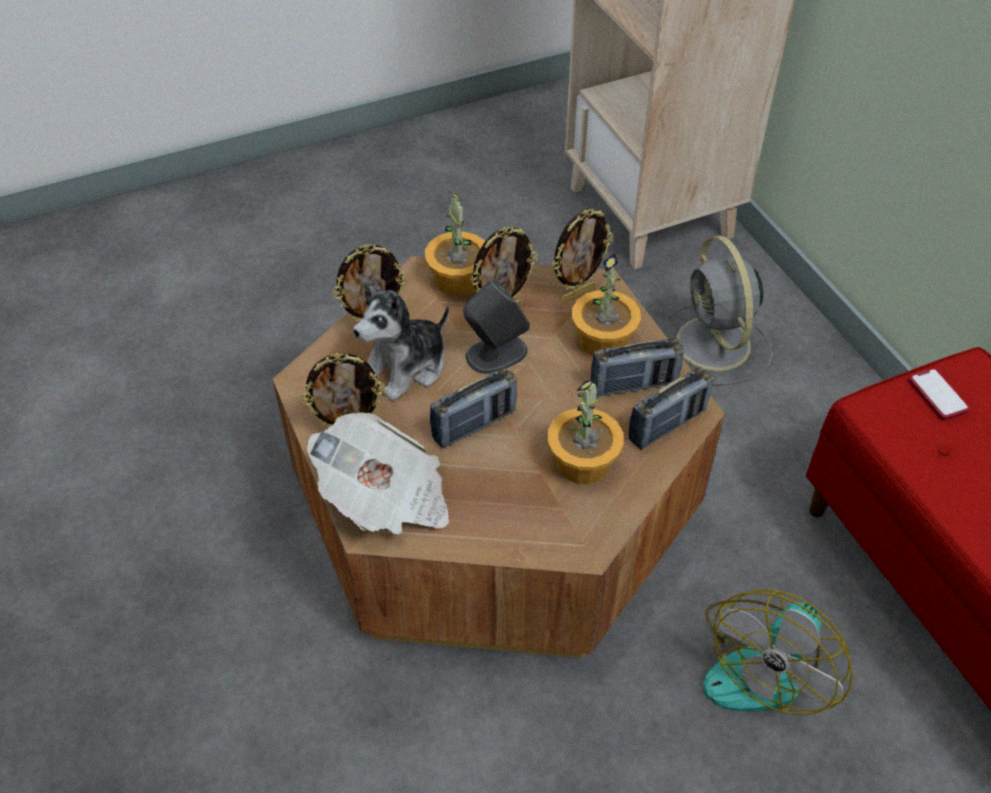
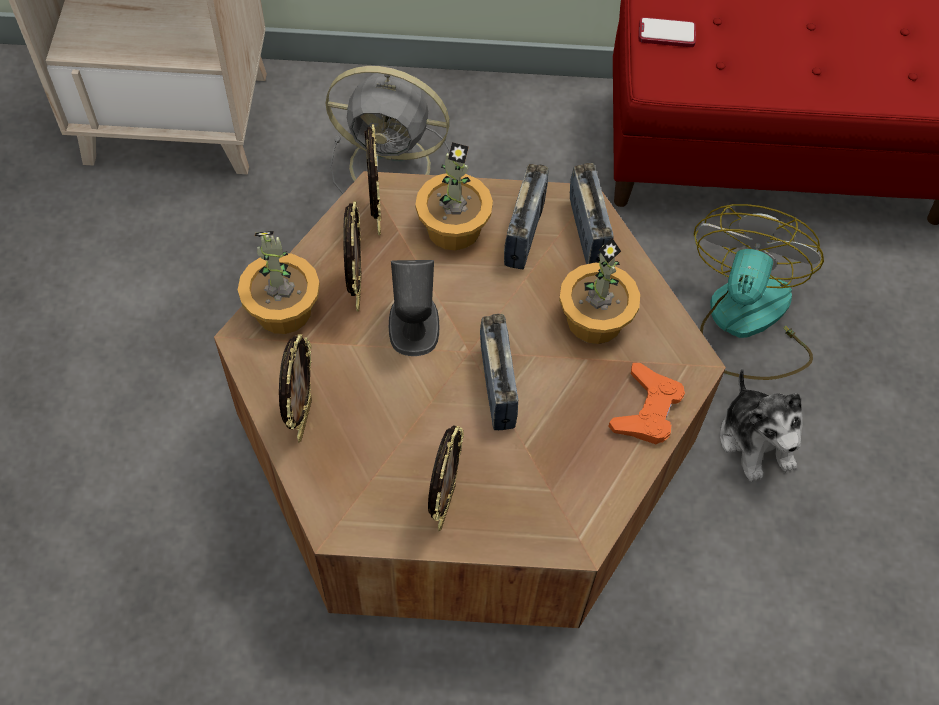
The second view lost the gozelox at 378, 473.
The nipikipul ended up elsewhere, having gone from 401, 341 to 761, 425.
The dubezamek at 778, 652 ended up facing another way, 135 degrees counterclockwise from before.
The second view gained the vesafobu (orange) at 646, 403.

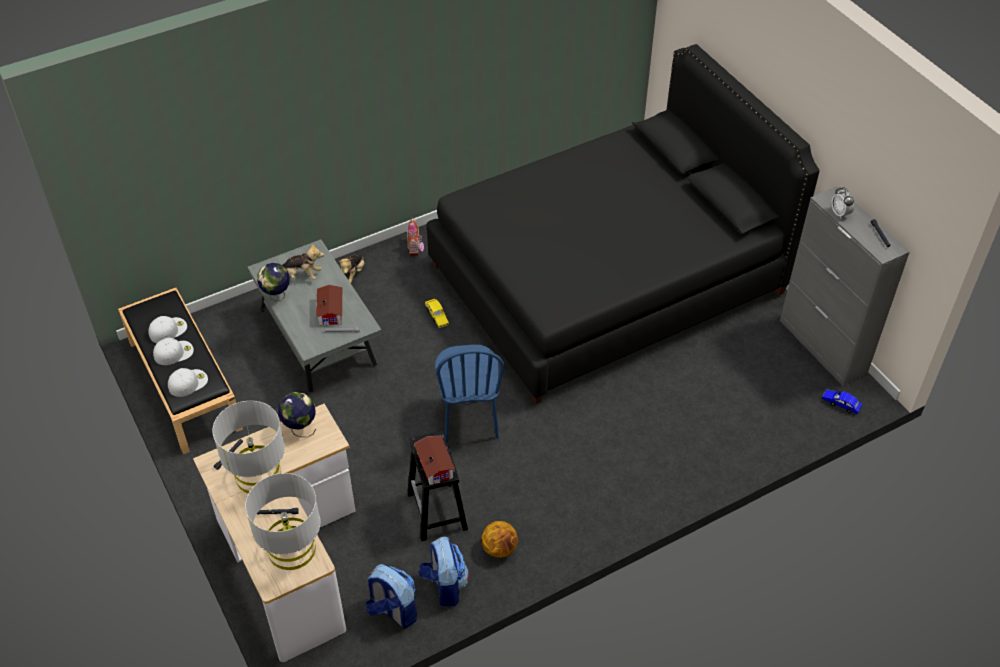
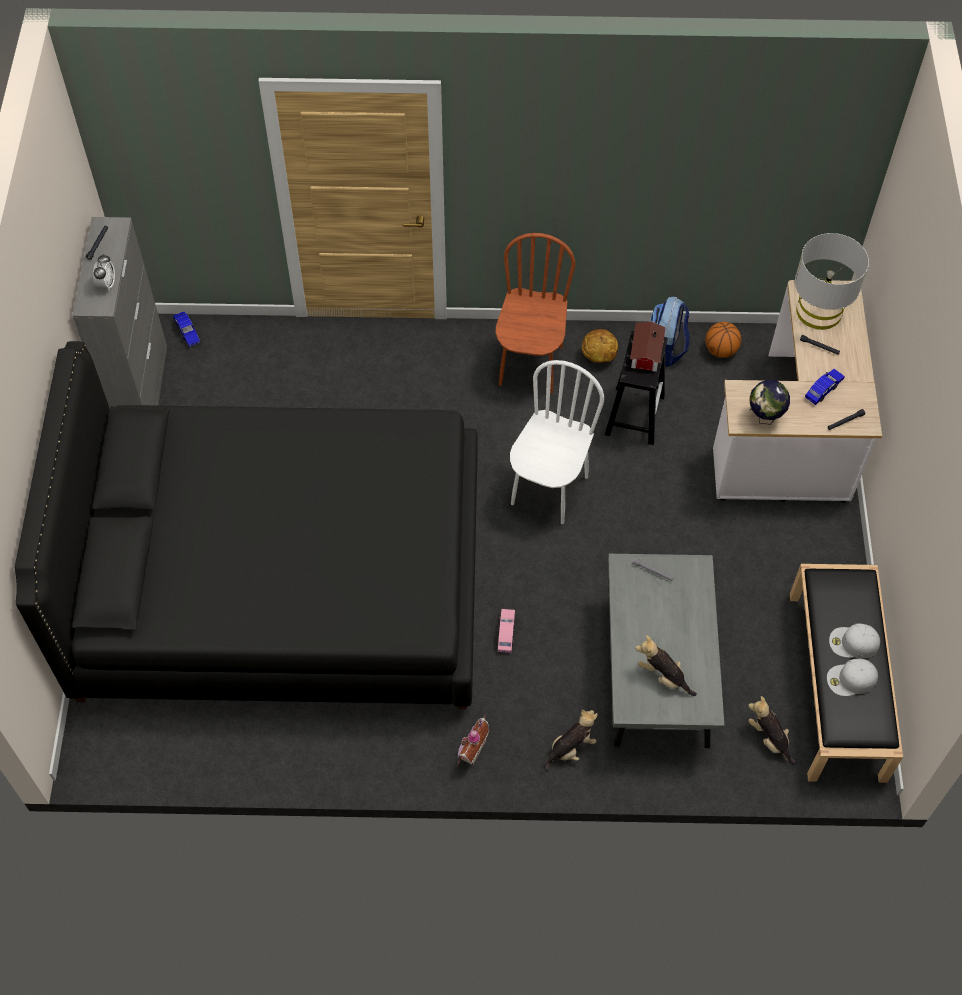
The second view lost the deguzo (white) at 188, 382.
Where the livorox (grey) stood at 248, 447, the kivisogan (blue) came to stand at 825, 387.
The second view lost the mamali at 273, 282.
The second view lost the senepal at 329, 305.
Where the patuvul stood at 391, 596, the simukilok came to stand at 723, 340.
What was the kivisogan (yellow) at 437, 313 turned into the kivisogan (pink) at 507, 631.
What was the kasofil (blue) at 470, 394 turned into the kasofil (white) at 557, 442.
The second view gained the kasofil (brown) at 535, 313.
The second view gained the nipikipul at 772, 731.

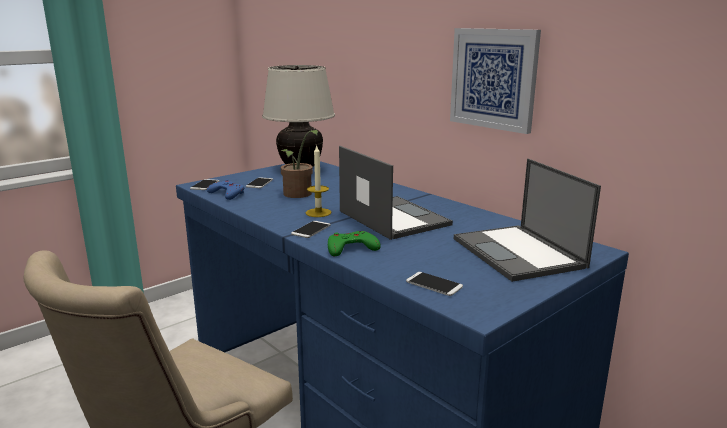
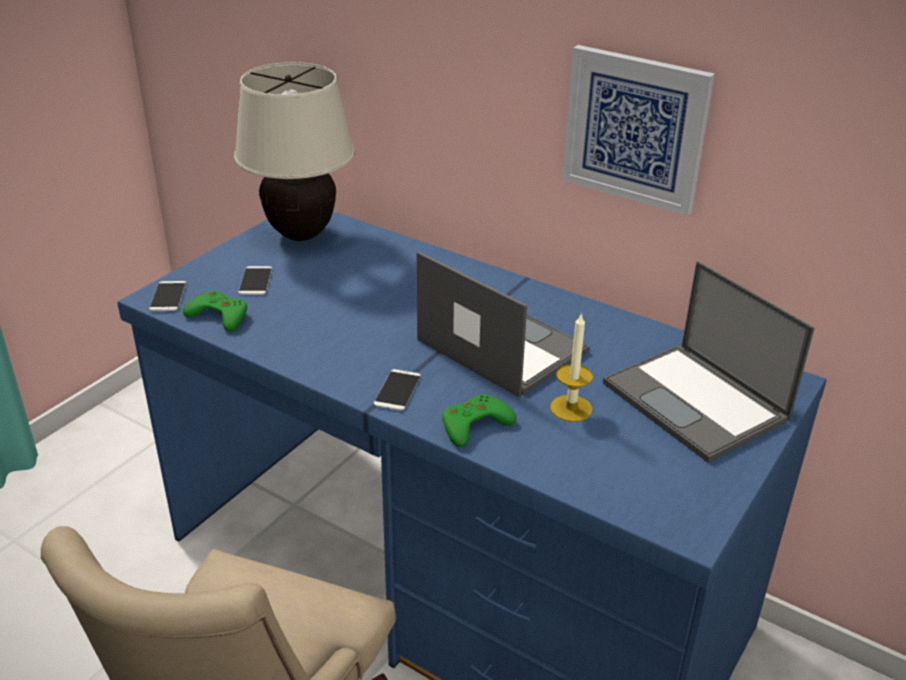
What was the vesafobu (blue) at 225, 189 turned into the vesafobu (green) at 215, 311.
The second view lost the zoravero at 299, 164.
The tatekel ended up elsewhere, having gone from 319, 180 to 571, 368.
The second view lost the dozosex at 434, 284.

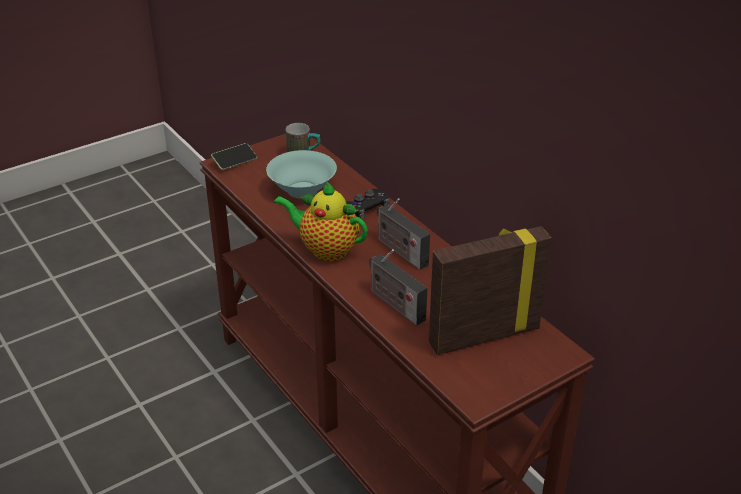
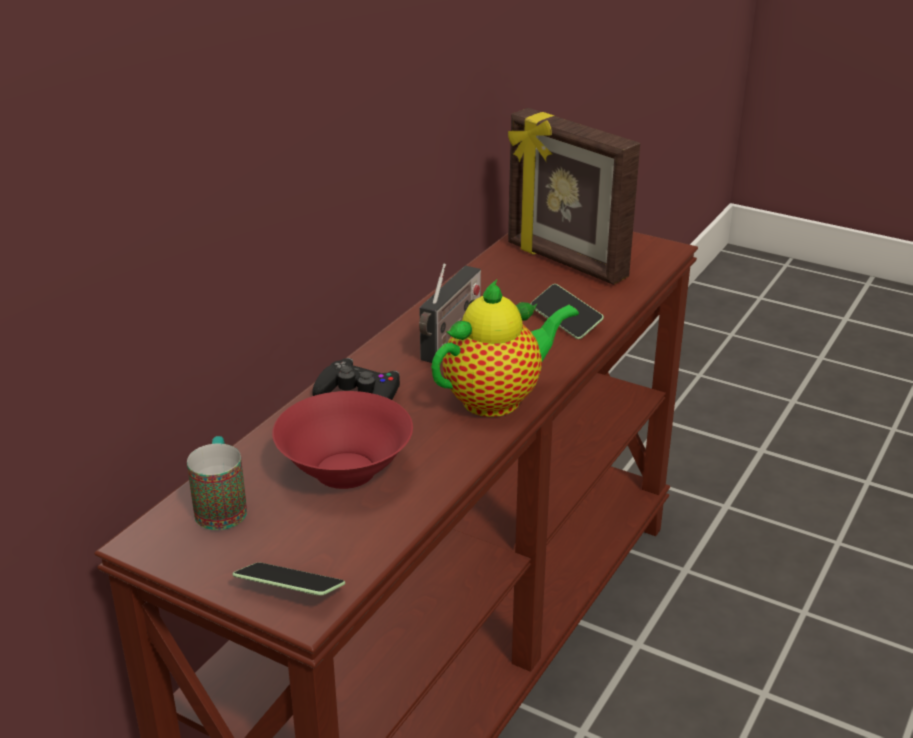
What was the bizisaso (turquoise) at 301, 174 turned into the bizisaso (red) at 342, 440.
The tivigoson at 320, 221 ended up facing another way, 120 degrees counterclockwise from before.
Where the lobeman stood at 398, 287, the dozosex came to stand at 567, 311.

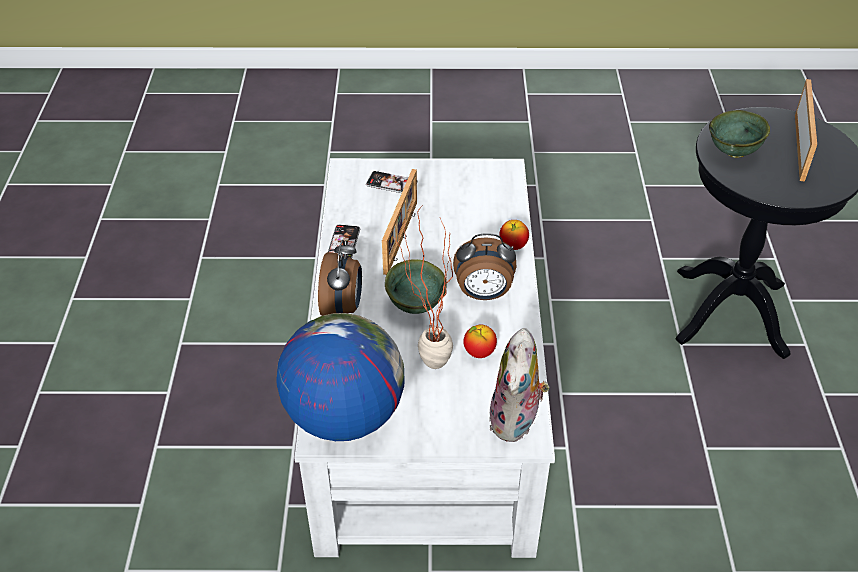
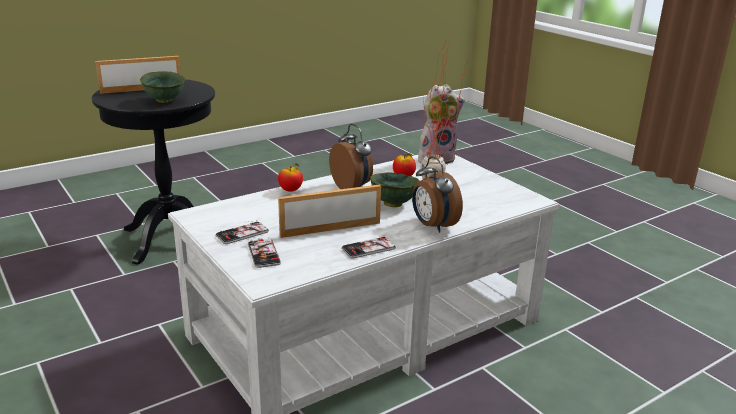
The second view lost the mamali at 340, 377.
The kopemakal at 340, 278 ended up facing another way, 90 degrees counterclockwise from before.
The second view gained the dozosex at 242, 232.

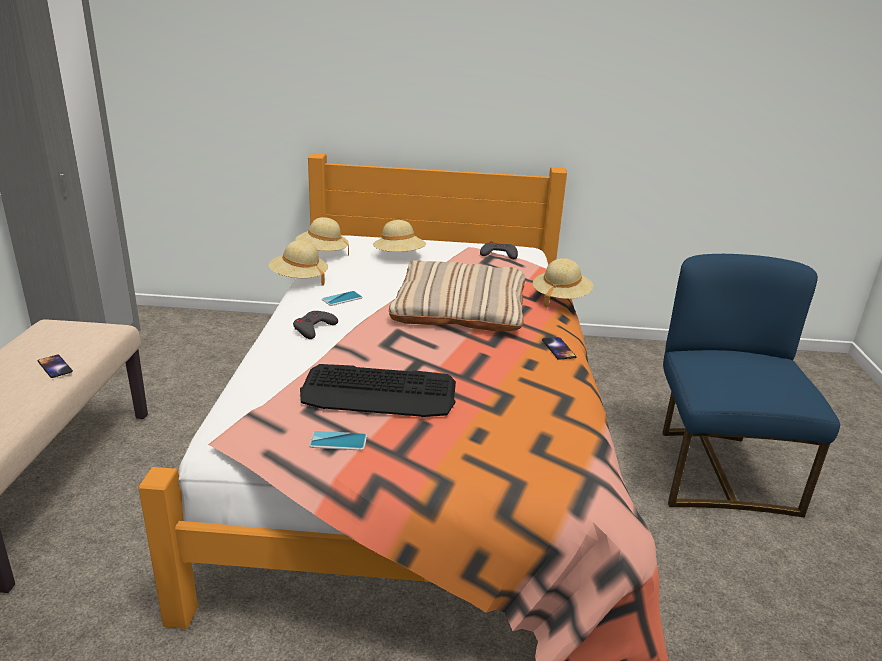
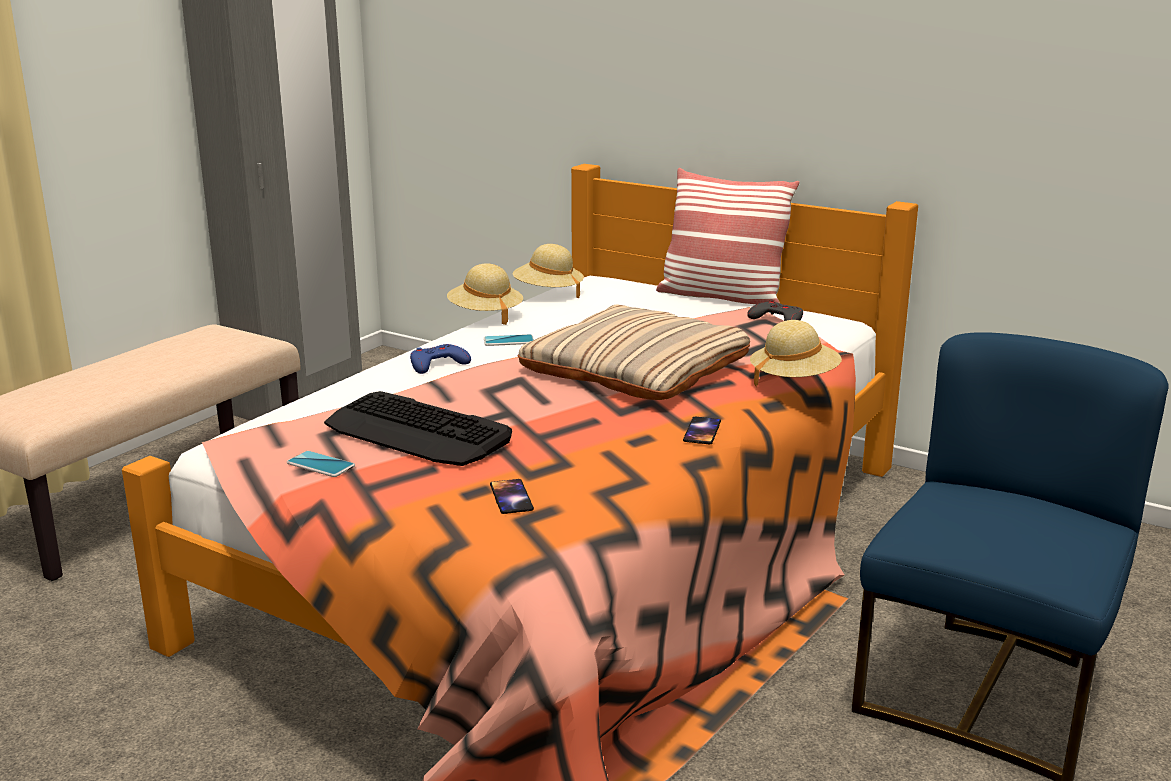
The dozosex ended up elsewhere, having gone from 55, 366 to 512, 496.
What was the vesafobu (grey) at 315, 325 turned into the vesafobu (blue) at 440, 359.
The second view lost the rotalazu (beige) at 399, 236.
The second view gained the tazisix at 727, 236.

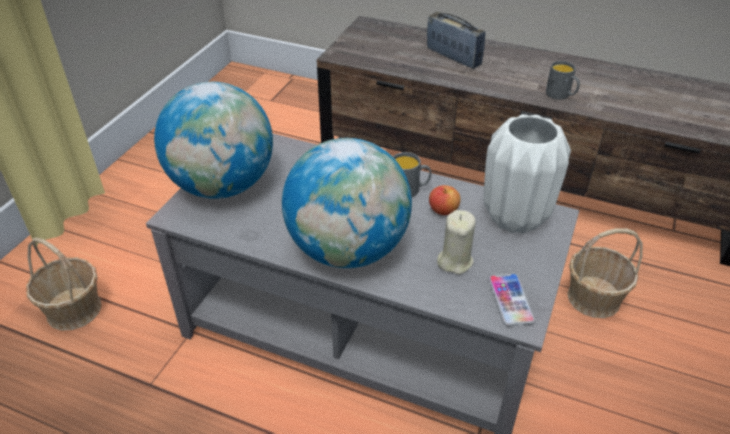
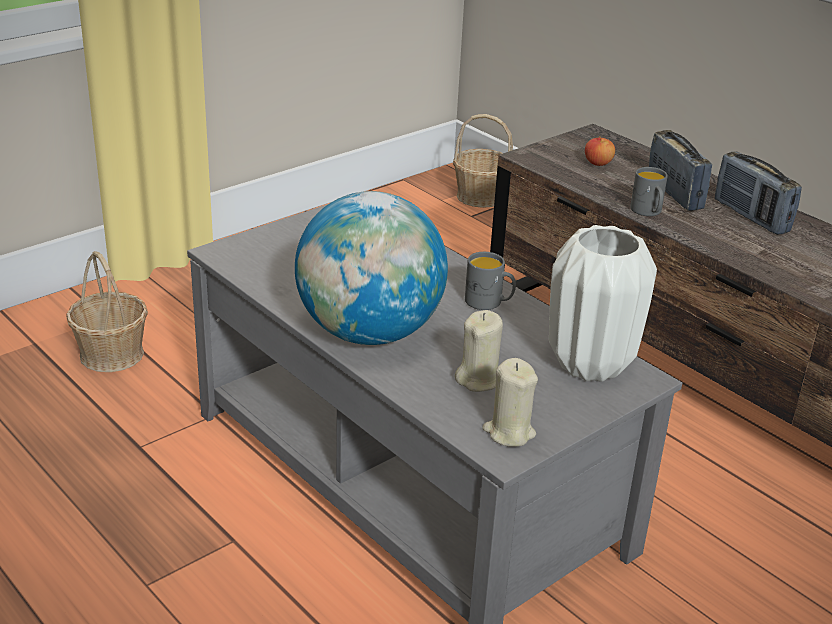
The second view lost the mamali at 213, 140.
The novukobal ended up elsewhere, having gone from 445, 200 to 600, 151.
Where the dozosex stood at 511, 299, the tatekel (beige) came to stand at 510, 402.
The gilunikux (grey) ended up elsewhere, having gone from 563, 80 to 649, 191.
The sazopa ended up elsewhere, having gone from 605, 273 to 483, 161.
The second view gained the lobeman at 758, 193.

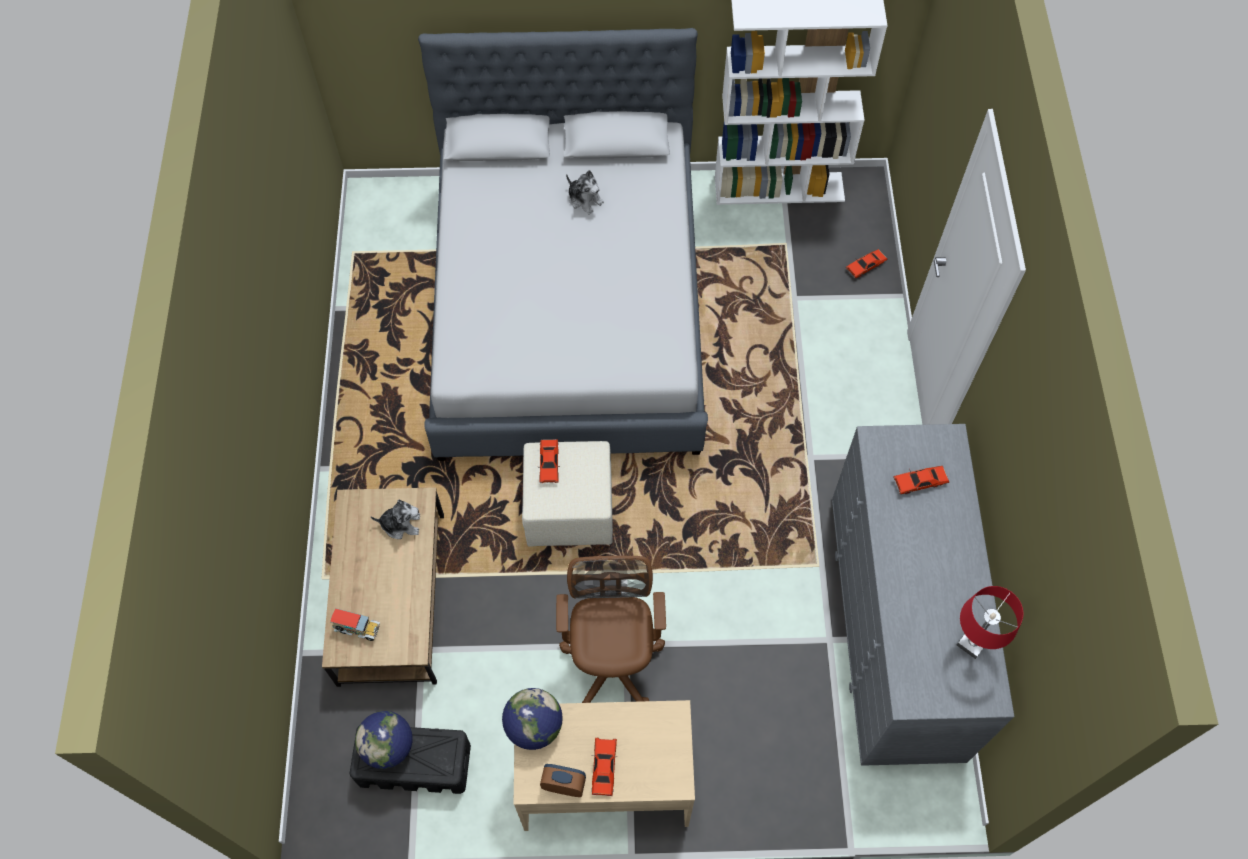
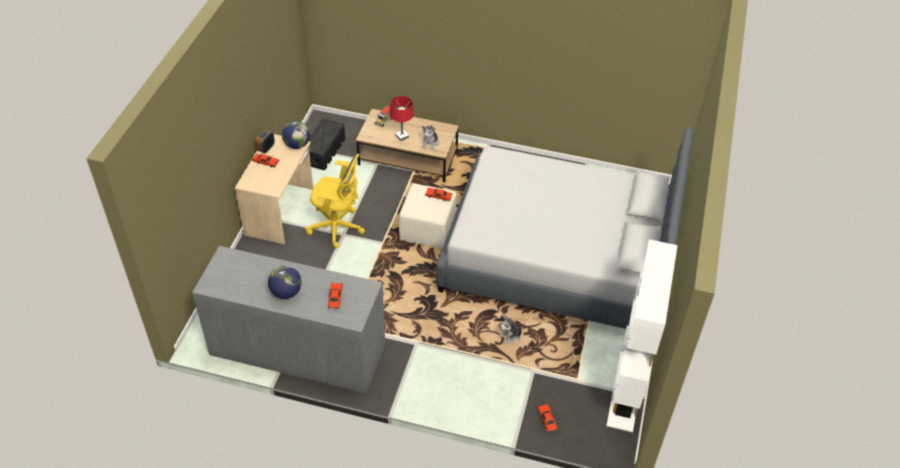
The mamali ended up elsewhere, having gone from 384, 740 to 285, 282.
What was the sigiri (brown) at 611, 629 turned into the sigiri (yellow) at 335, 201.
The nipikipul ended up elsewhere, having gone from 585, 192 to 512, 329.
The livorox (red) ended up elsewhere, having gone from 990, 622 to 401, 118.

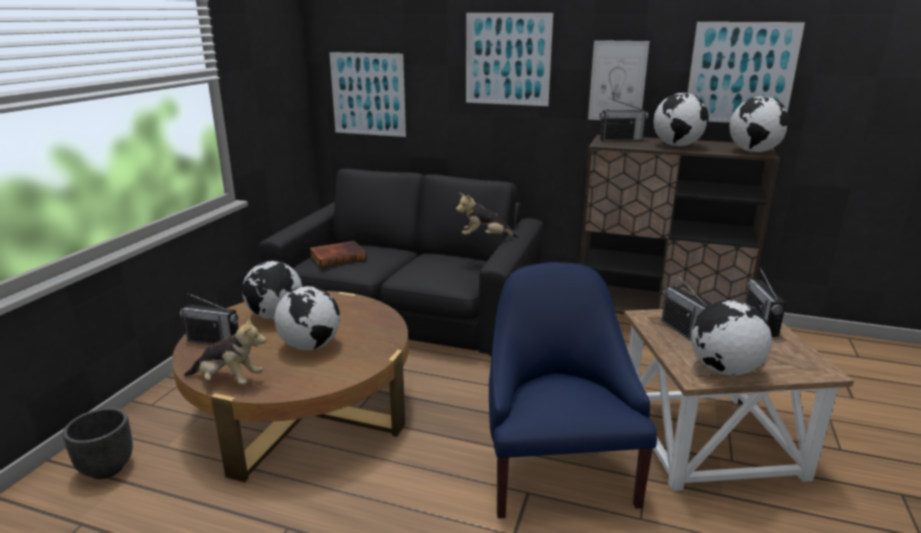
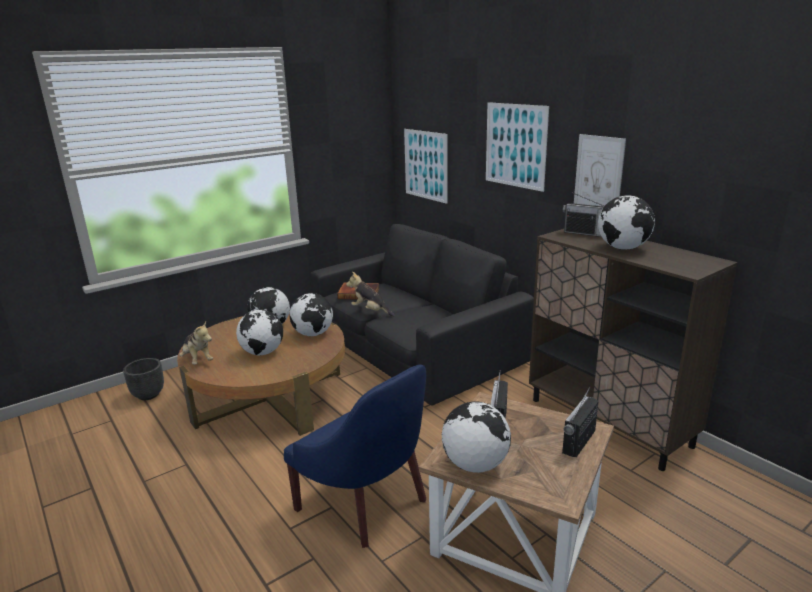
The second view lost the lobeman at 209, 319.
The nipikipul ended up elsewhere, having gone from 487, 215 to 370, 294.
The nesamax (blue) at 573, 390 ended up facing another way, 105 degrees clockwise from before.
The second view lost the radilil at 746, 72.
The mamali ended up elsewhere, having gone from 759, 124 to 311, 314.

